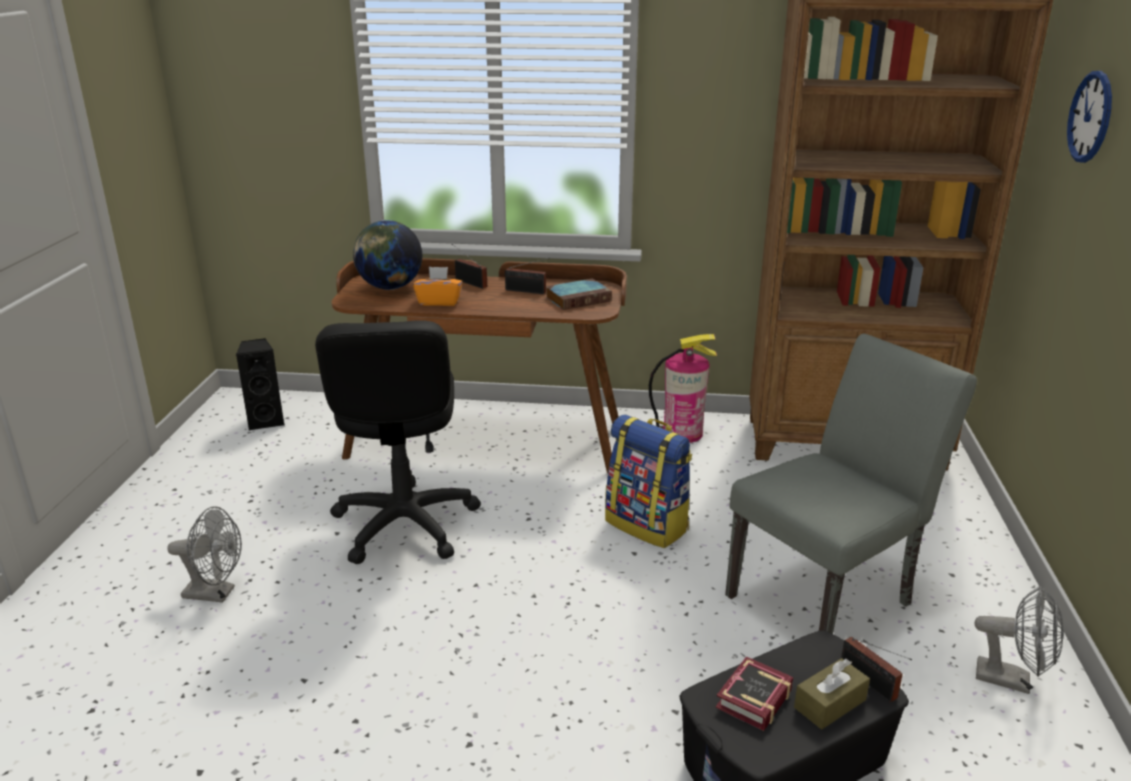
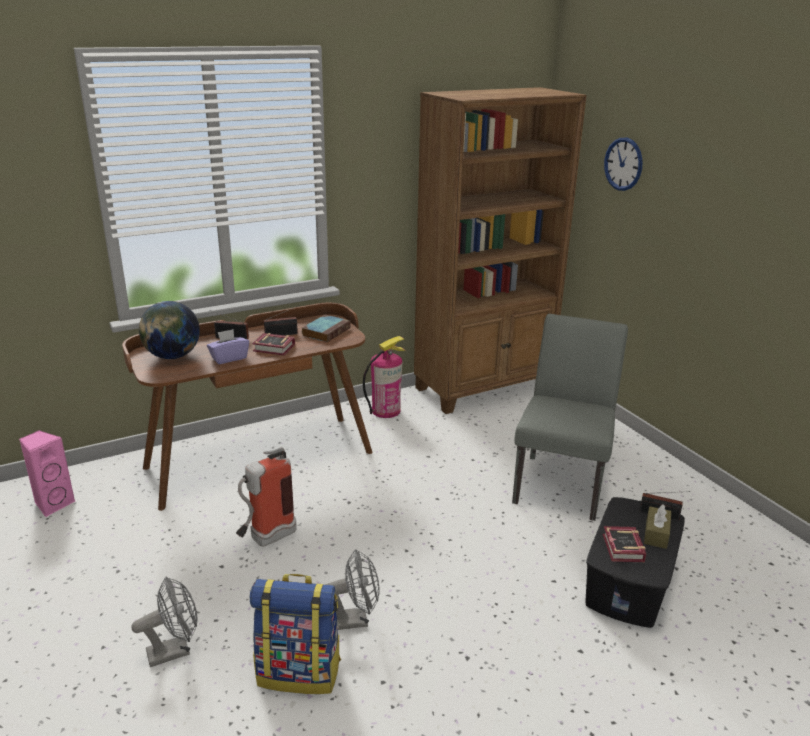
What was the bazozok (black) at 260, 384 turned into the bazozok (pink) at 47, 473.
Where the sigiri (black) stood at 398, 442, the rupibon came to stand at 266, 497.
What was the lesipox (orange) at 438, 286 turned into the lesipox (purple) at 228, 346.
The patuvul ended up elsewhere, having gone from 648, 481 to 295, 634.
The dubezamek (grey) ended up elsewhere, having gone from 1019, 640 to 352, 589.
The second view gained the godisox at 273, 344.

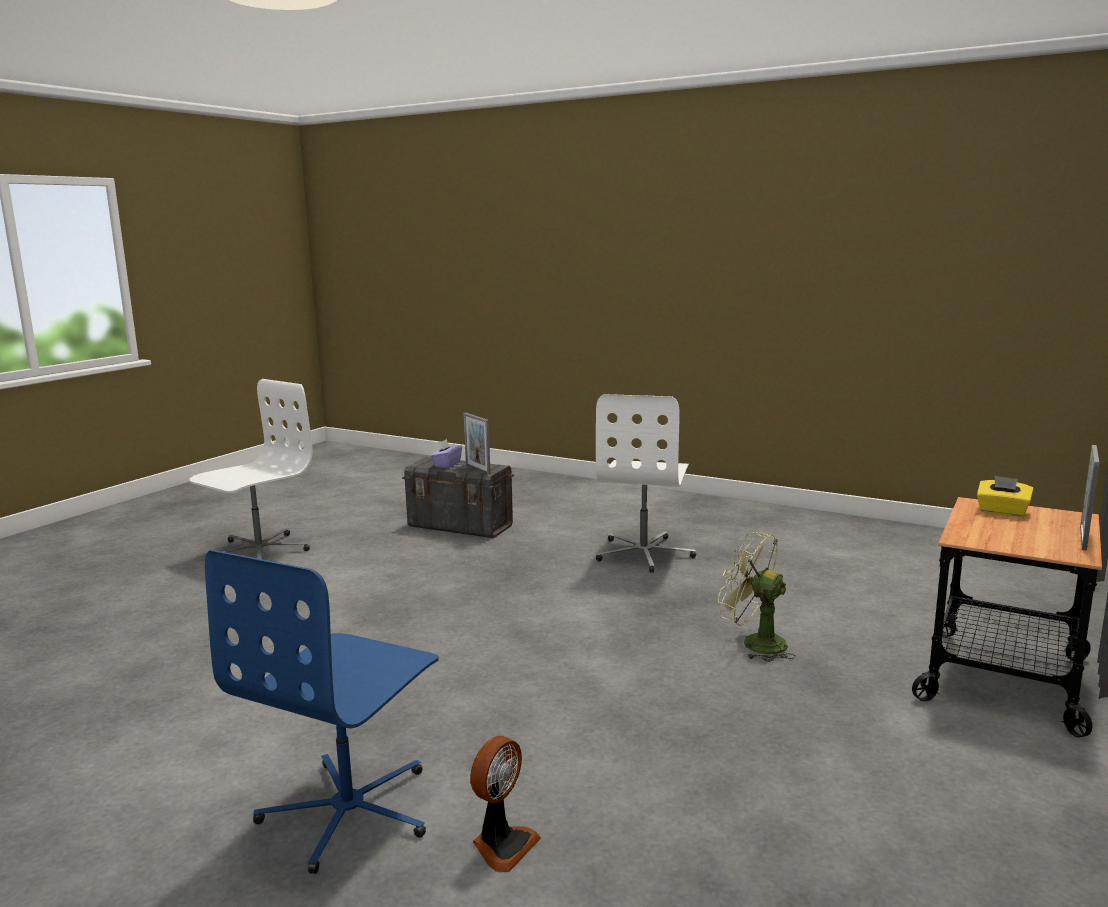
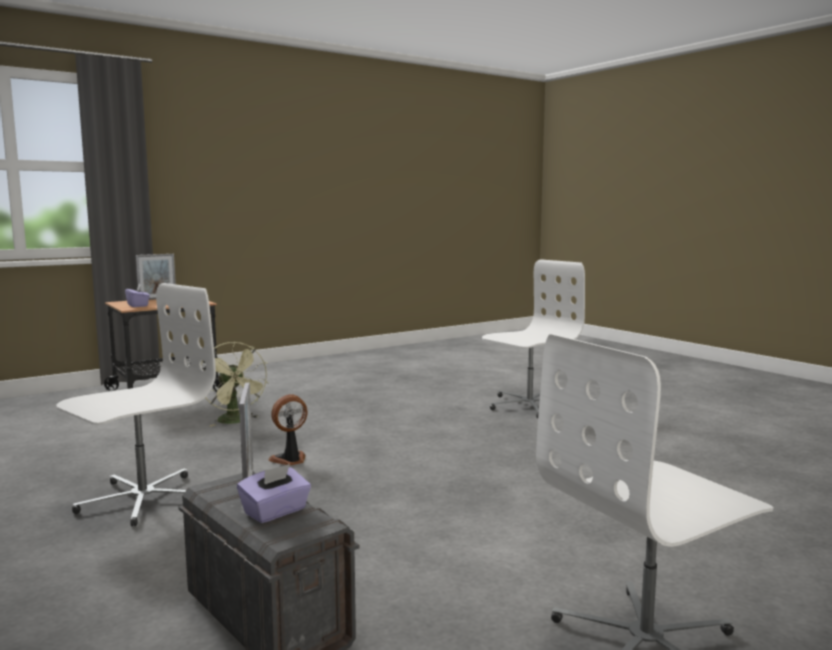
What was the sigiri (blue) at 322, 712 turned into the sigiri (white) at 533, 338.
The dubezamek ended up elsewhere, having gone from 505, 804 to 288, 429.
What was the lesipox (yellow) at 1005, 496 turned into the lesipox (purple) at 137, 295.

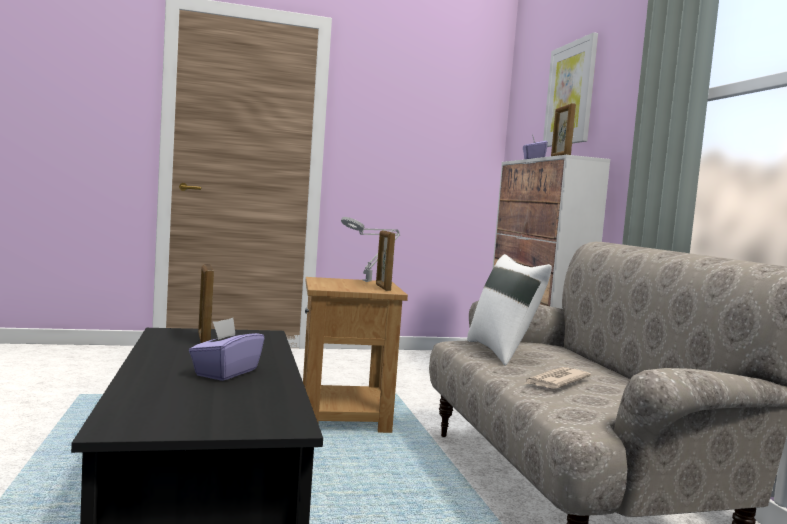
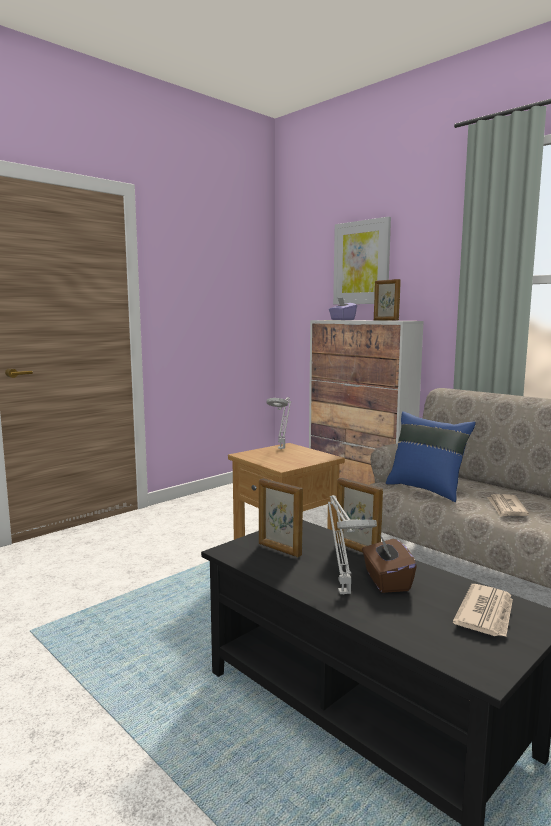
What was the lesipox (purple) at 226, 349 turned into the lesipox (brown) at 389, 564.
The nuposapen ended up elsewhere, having gone from 385, 261 to 359, 515.
What was the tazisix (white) at 509, 310 turned into the tazisix (blue) at 431, 456.
The second view gained the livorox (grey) at 352, 545.
The second view gained the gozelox at 483, 610.

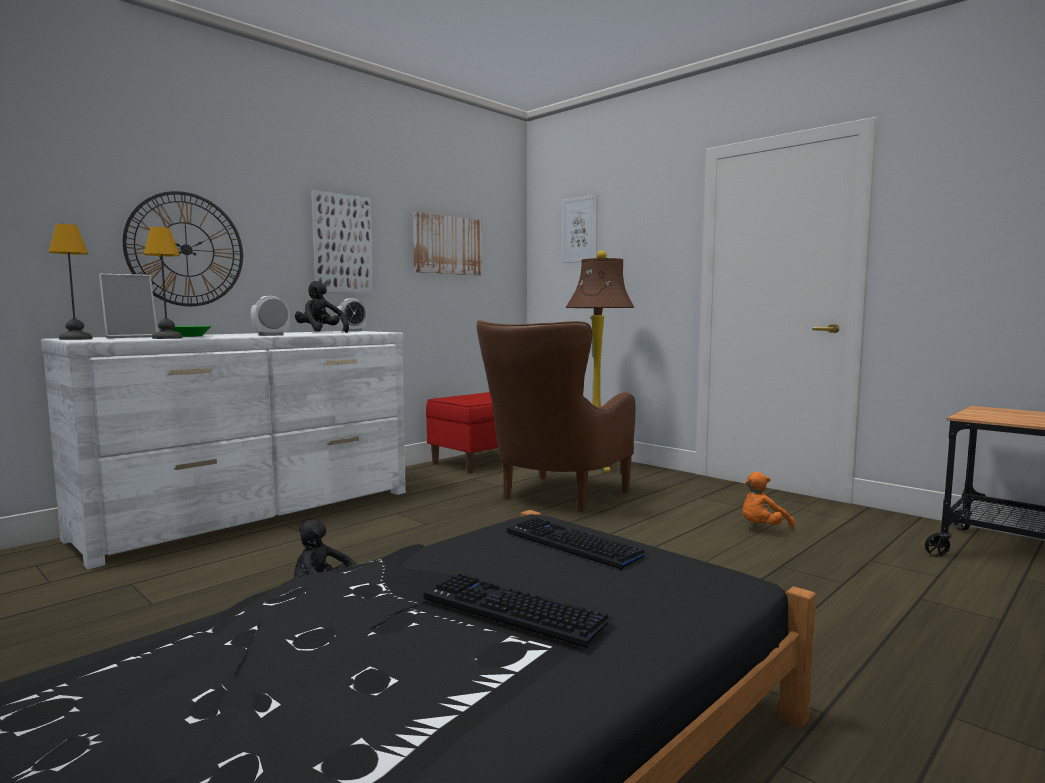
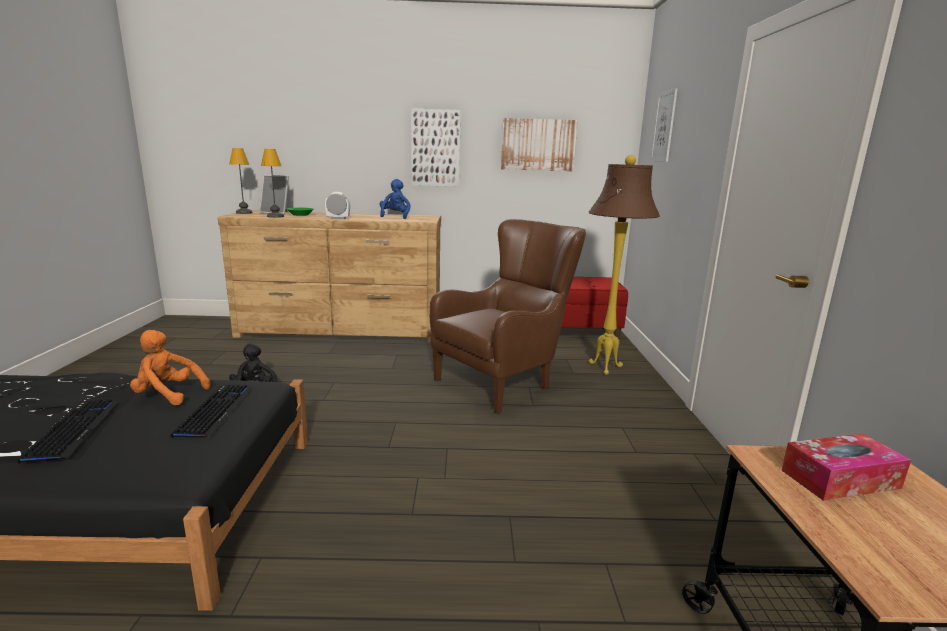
What was the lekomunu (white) at 223, 450 turned into the lekomunu (brown) at 329, 276.
The second view lost the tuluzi at 183, 248.
What was the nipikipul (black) at 322, 307 turned into the nipikipul (blue) at 395, 199.
The second view lost the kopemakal at 351, 315.
The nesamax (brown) at 555, 416 ended up facing another way, 150 degrees clockwise from before.
The nipikipul (orange) ended up elsewhere, having gone from 768, 499 to 170, 367.
The second view gained the lesipox at 846, 467.

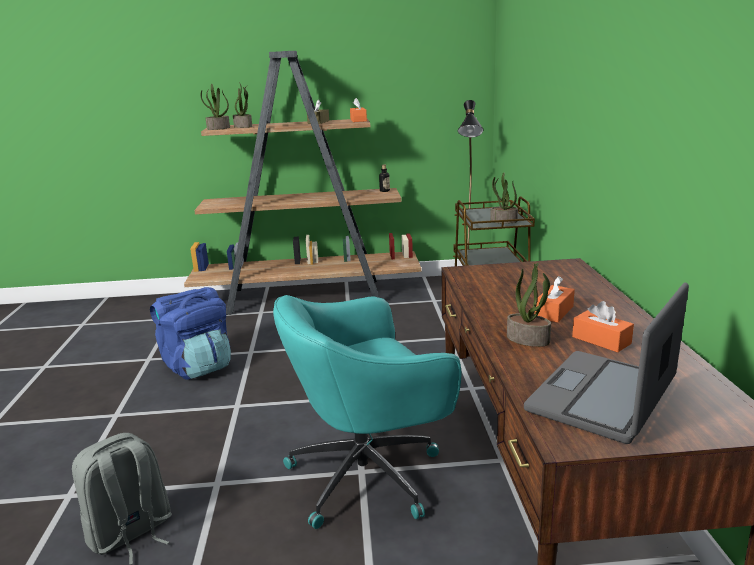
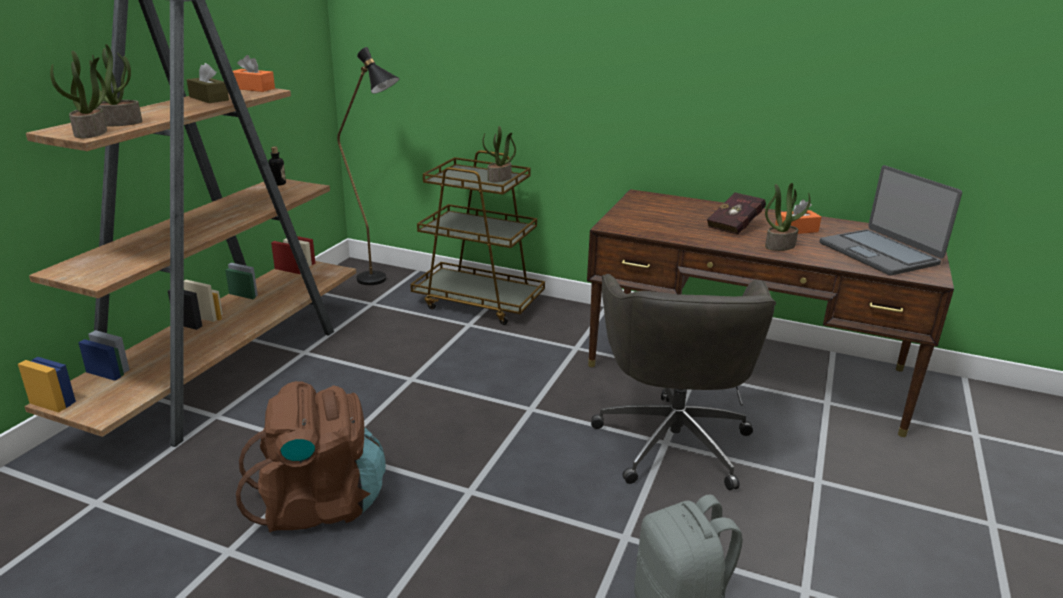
What was the patuvul (blue) at 190, 333 turned into the patuvul (brown) at 311, 456.
What was the sigiri (turquoise) at 367, 412 turned into the sigiri (grey) at 683, 382.
Where the lesipox (orange) stood at 555, 299, the godisox (red) came to stand at 736, 213.

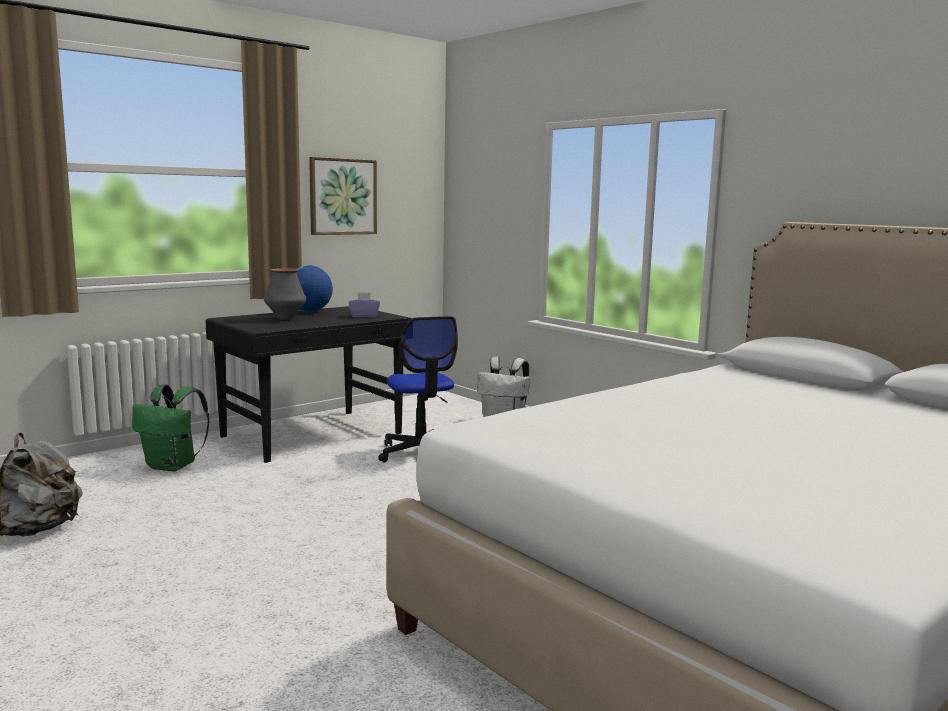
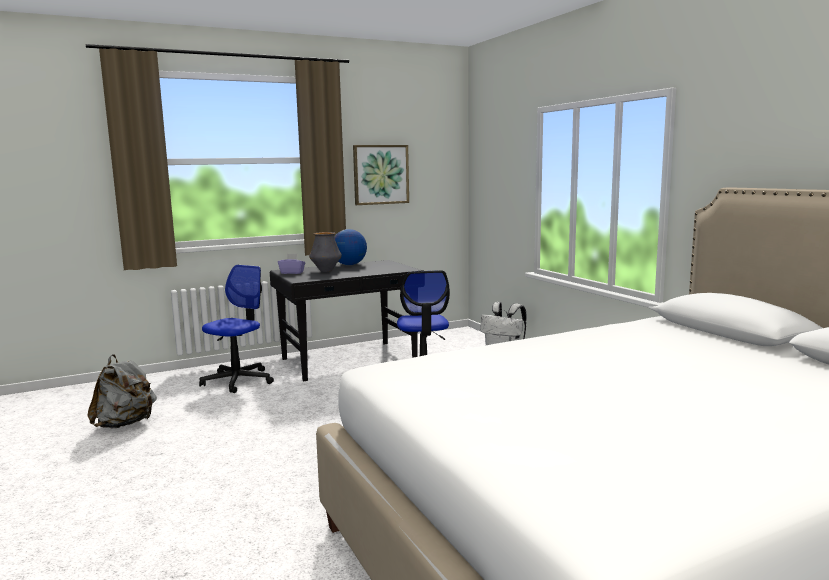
Where the patuvul (green) stood at 170, 427, the sigiri came to stand at 236, 329.
The lesipox (purple) ended up elsewhere, having gone from 364, 304 to 291, 264.

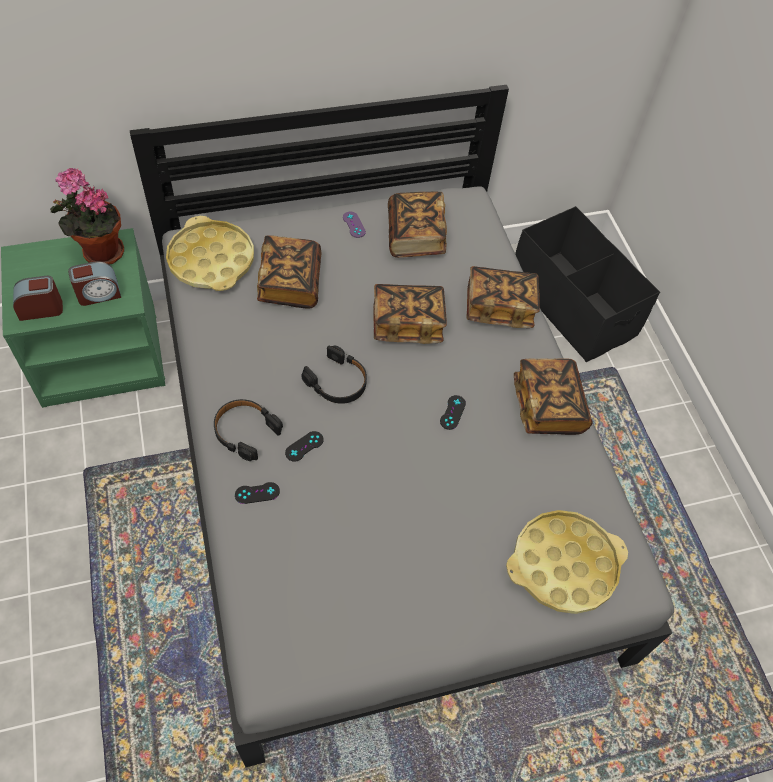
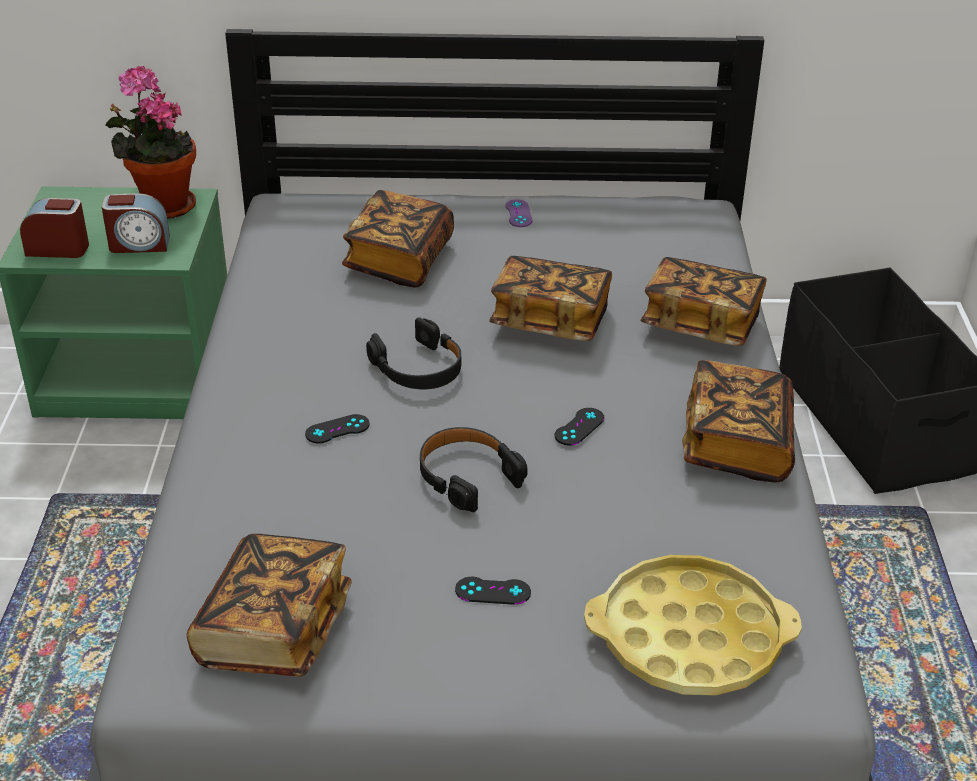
The second view lost the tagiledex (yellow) at 210, 253.
The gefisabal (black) ended up elsewhere, having gone from 248, 430 to 474, 469.
The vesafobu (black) ended up elsewhere, having gone from 257, 493 to 493, 591.
The godisox ended up elsewhere, having gone from 417, 225 to 269, 605.

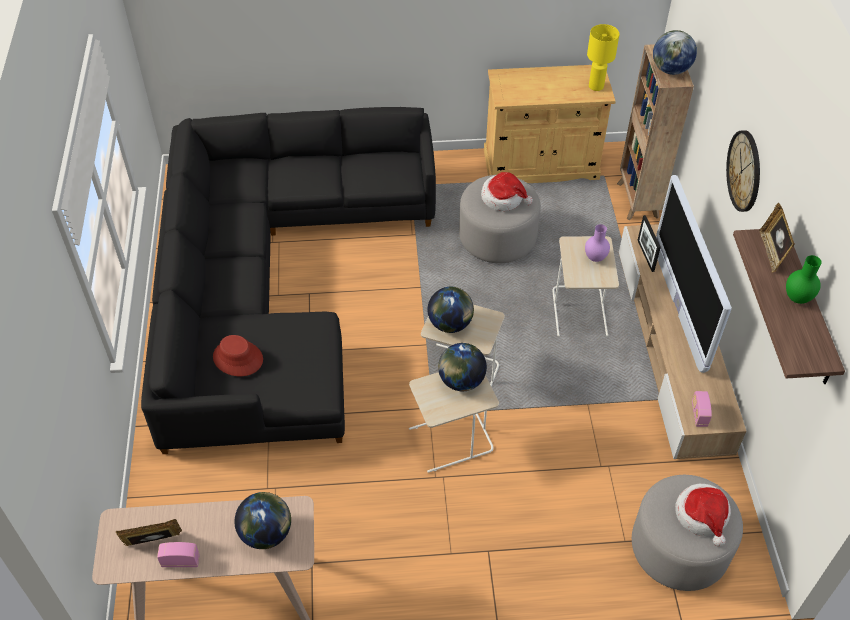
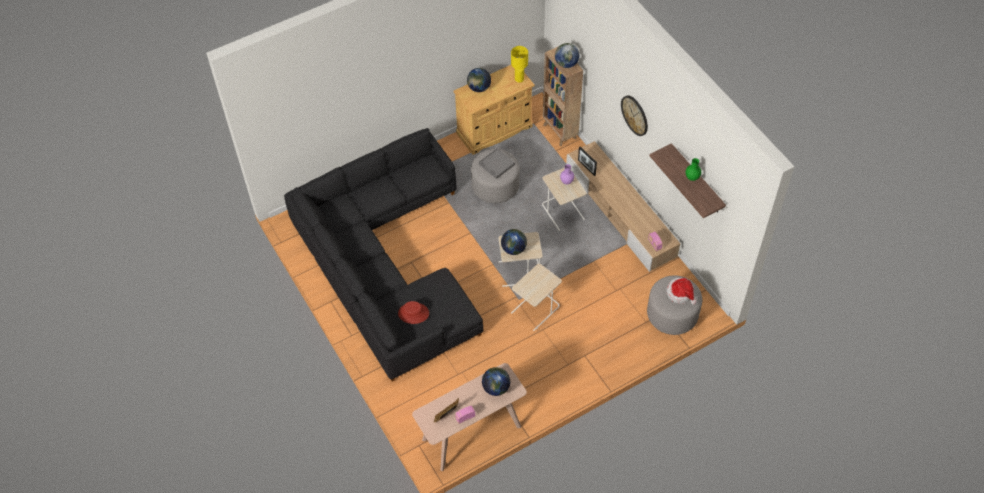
The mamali ended up elsewhere, having gone from 462, 367 to 479, 80.
Where the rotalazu stood at 507, 191, the tagiledex (grey) came to stand at 497, 163.
The second view lost the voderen at 694, 274.
The second view lost the nuposapen at 777, 238.

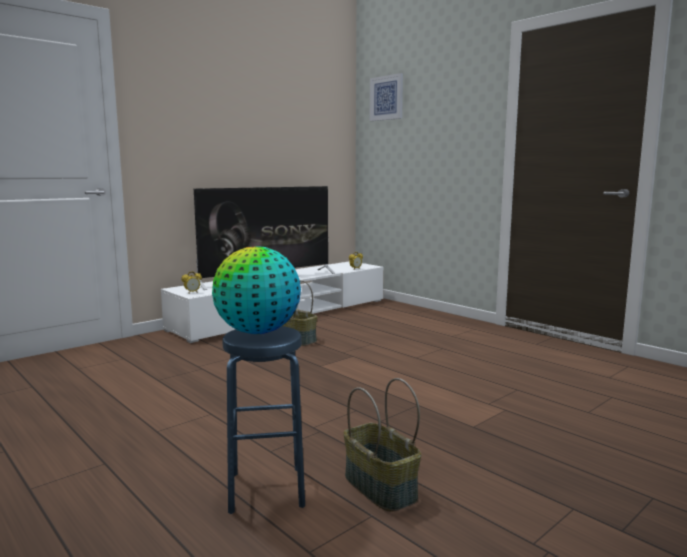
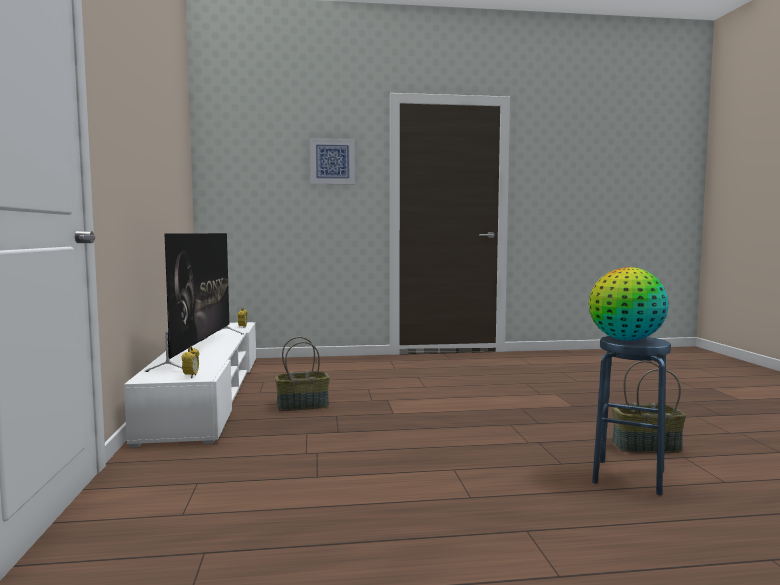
The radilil ended up elsewhere, having gone from 386, 97 to 332, 161.

